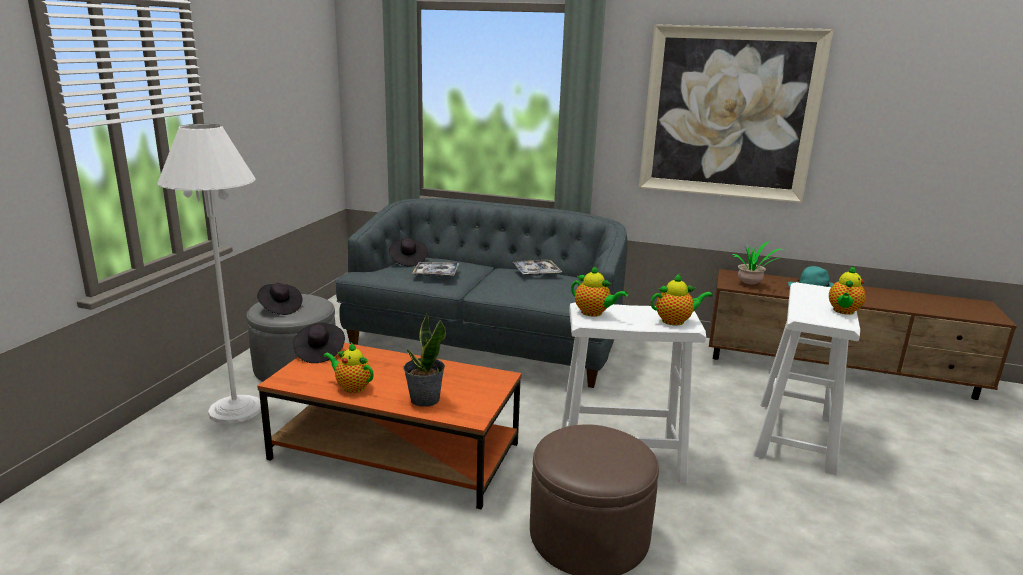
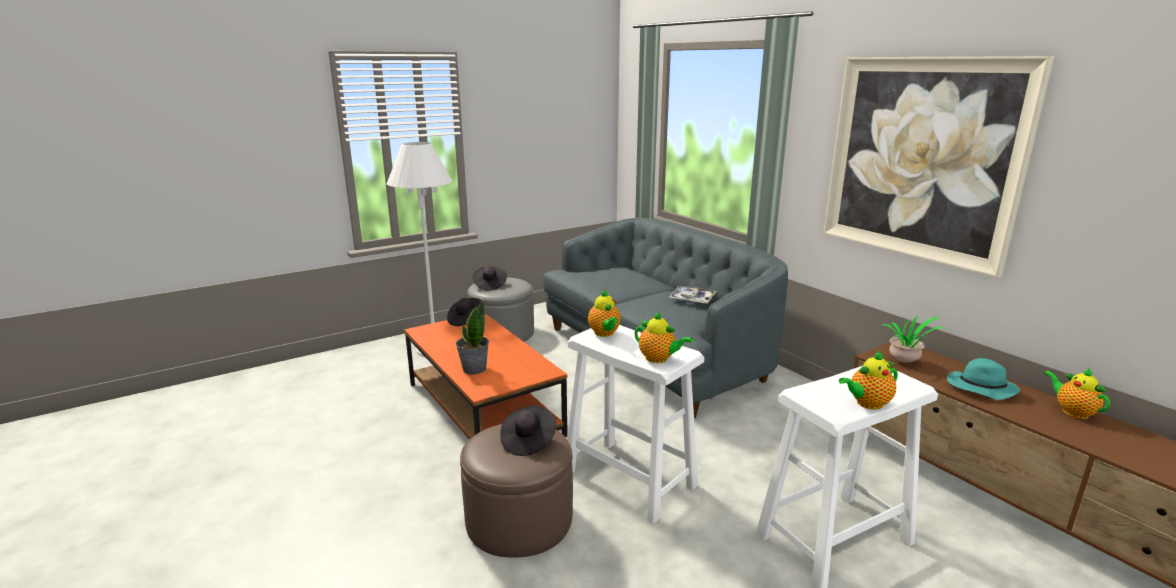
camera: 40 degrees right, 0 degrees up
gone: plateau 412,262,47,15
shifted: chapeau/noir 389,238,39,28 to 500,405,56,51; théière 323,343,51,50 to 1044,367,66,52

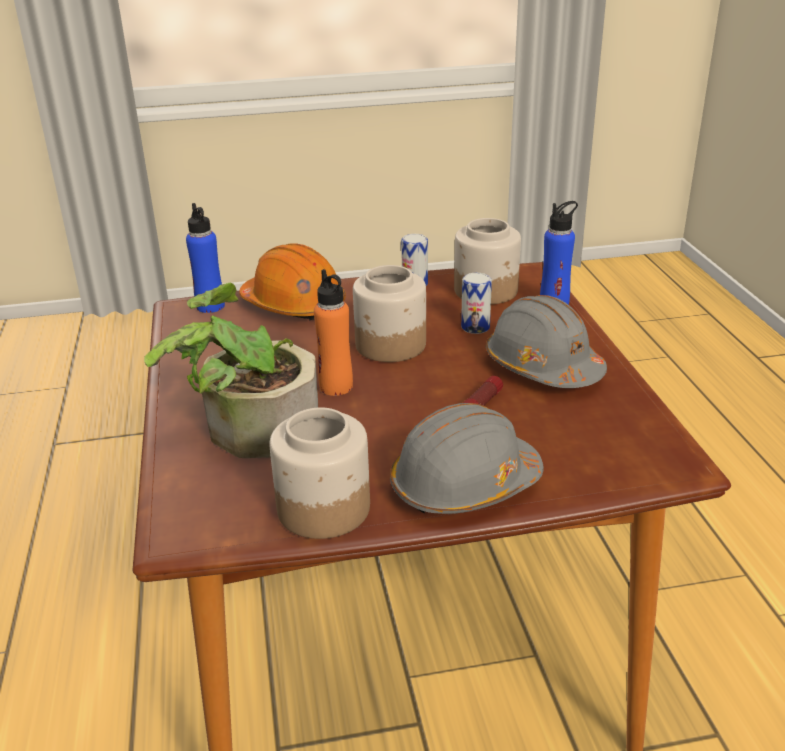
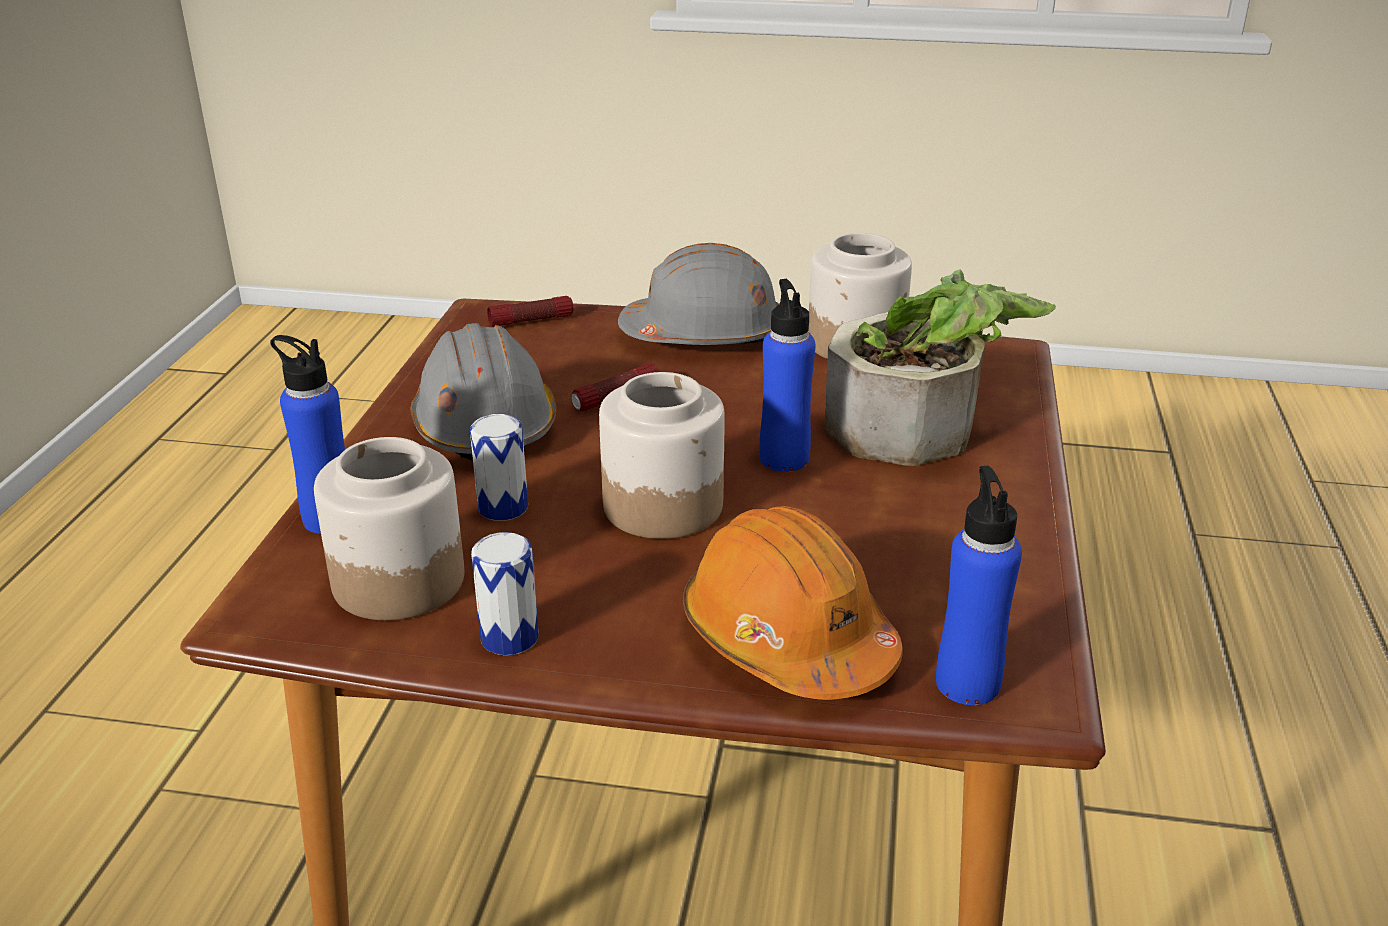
camera: 160 degrees left, 0 degrees up
new: lampe de poche 487,296,87,31
repainted: bouteille/orange 314,269,39,127 to bouteille/bleu 759,279,56,193

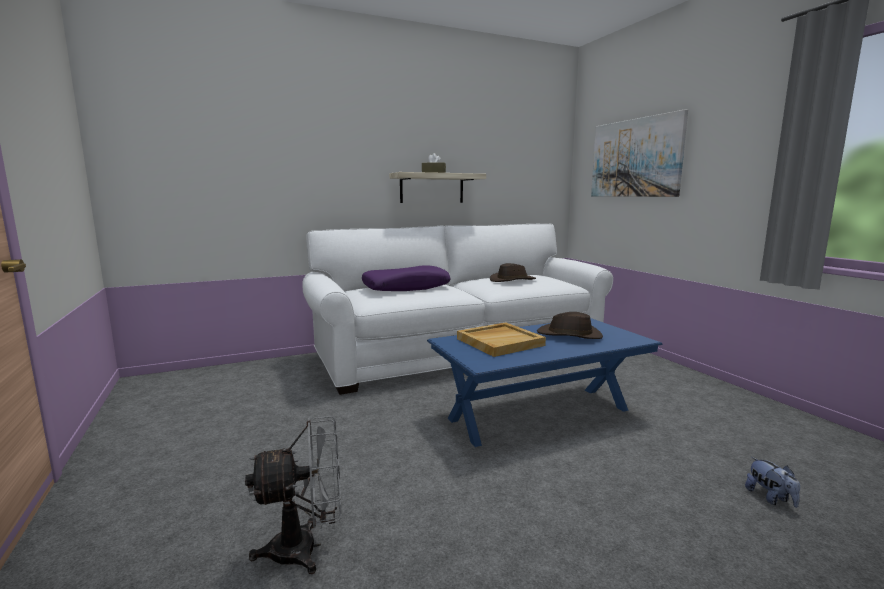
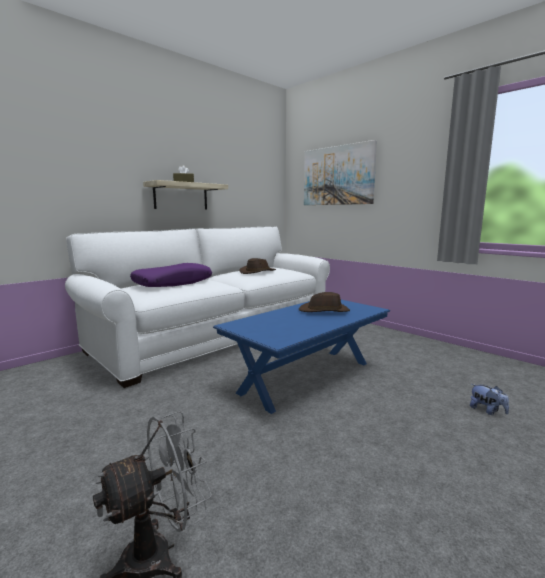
camera: 20 degrees left, 0 degrees up
gone: plateau/beige 457,322,89,35

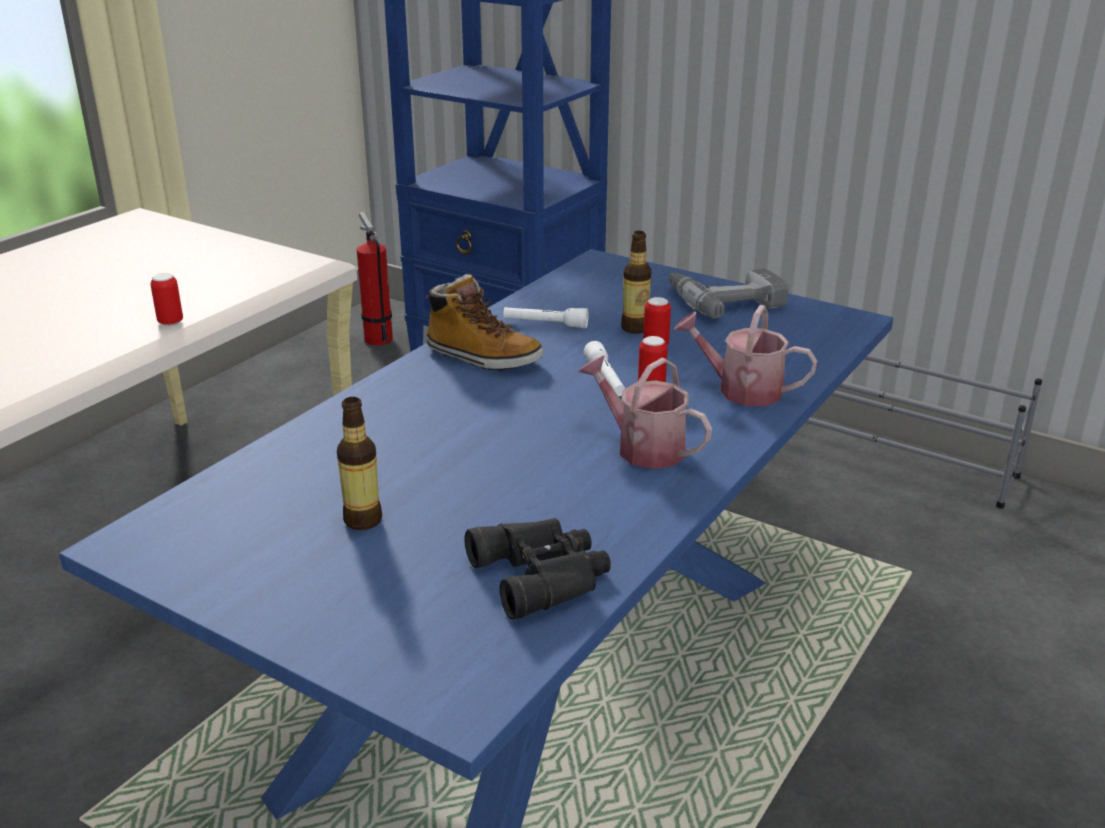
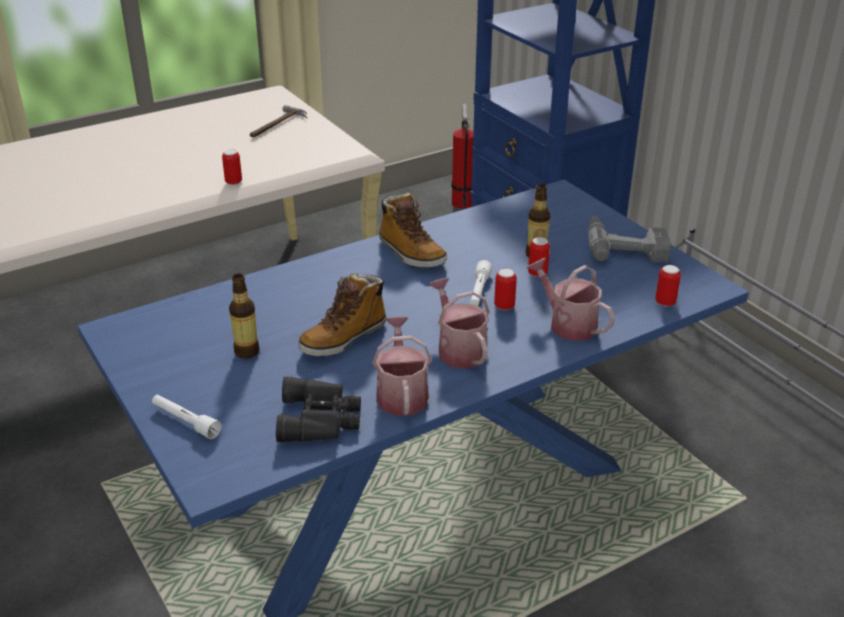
camera: 25 degrees right, 5 degrees up
new: marteau 250,105,57,32; boîte métallique 655,265,26,41; botte 298,272,89,84; arrosoir 372,316,60,100
shifted: lampe de poche/blanc 503,307,86,21 to 152,395,69,44

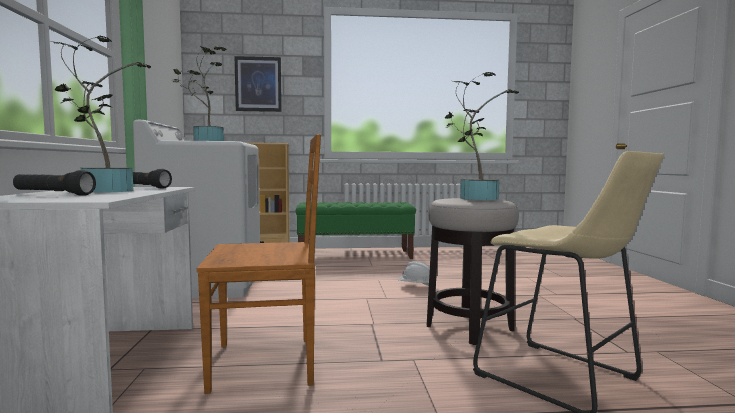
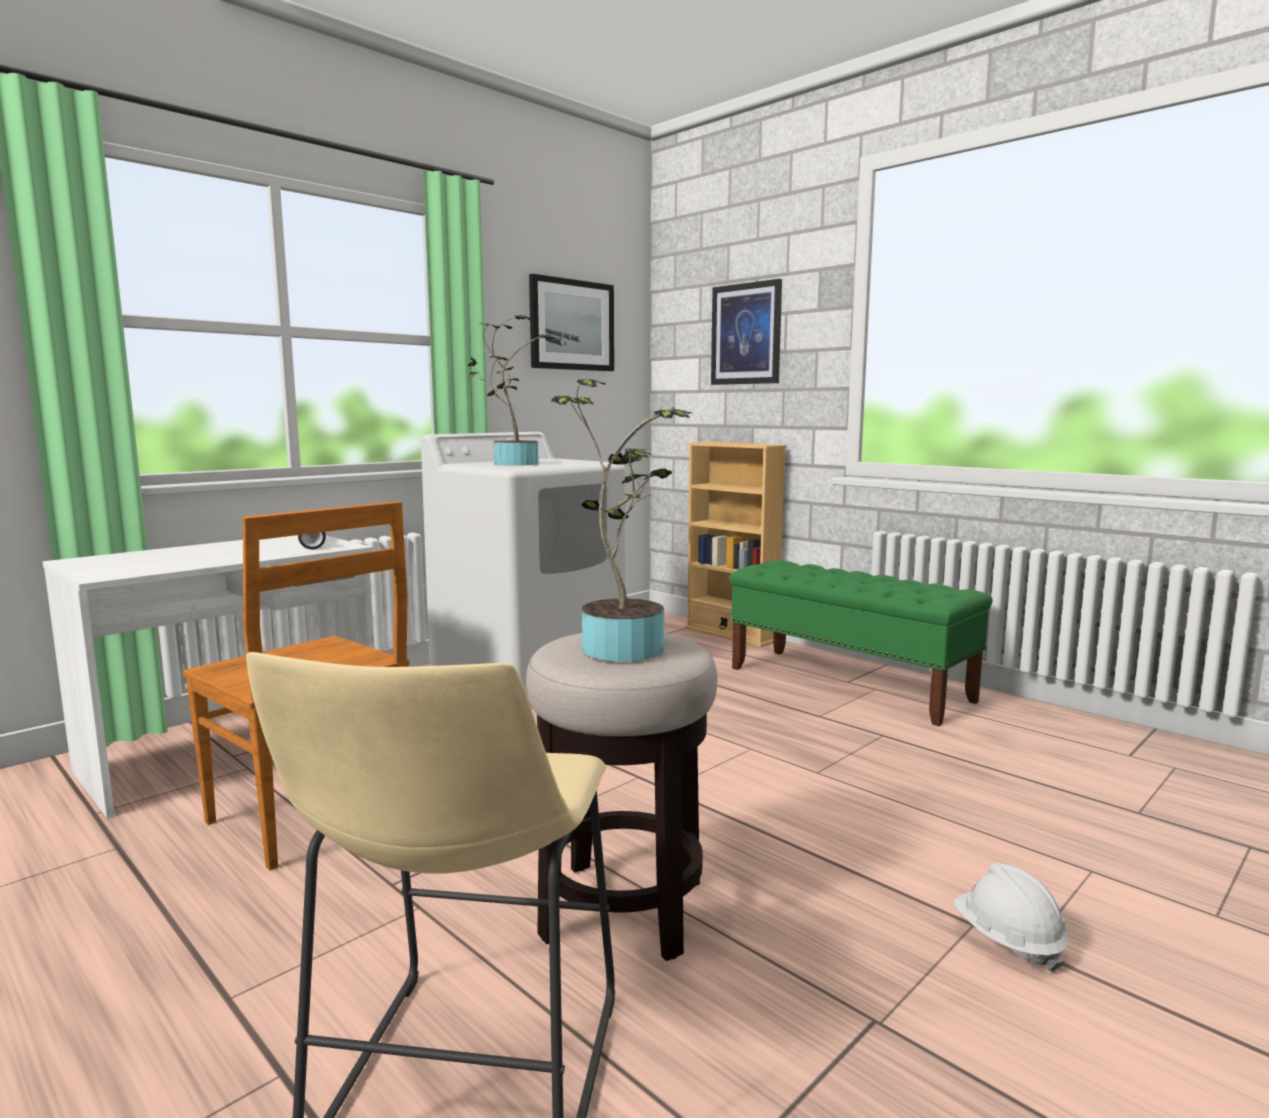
camera: 50 degrees right, 5 degrees up
gone: plante en pot 50,36,101,157; lampe de poche/noir 13,170,83,26
new: tableau 529,274,85,97
shifted: casque de chantier/blanc 398,261,32,25 to 954,863,115,109

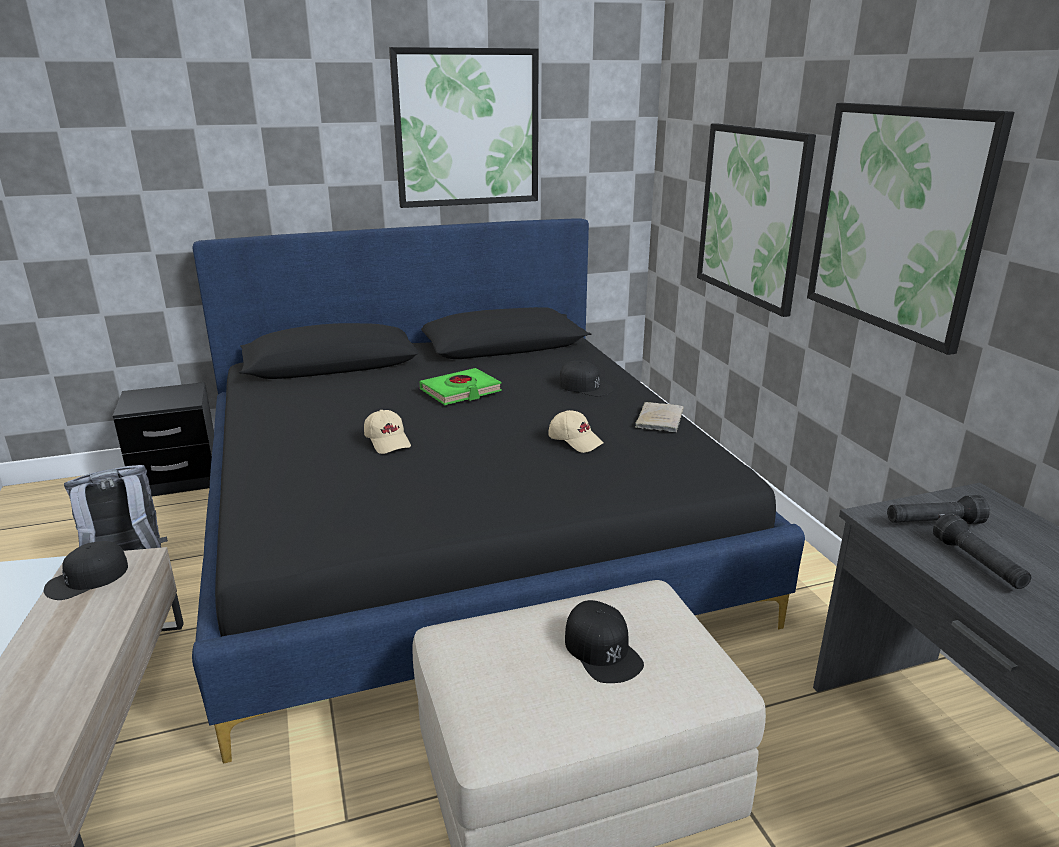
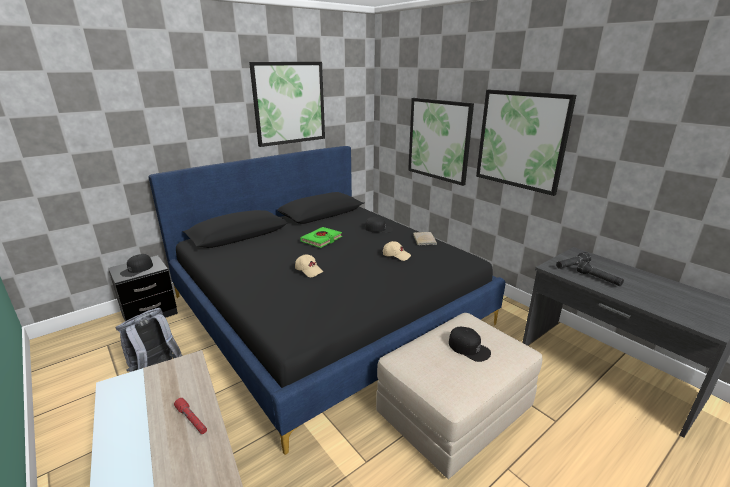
camera: 20 degrees left, 0 degrees up
new: lampe de poche/rouge 174,398,33,36
shifted: casquette/noir 44,541,84,59 to 120,254,33,23

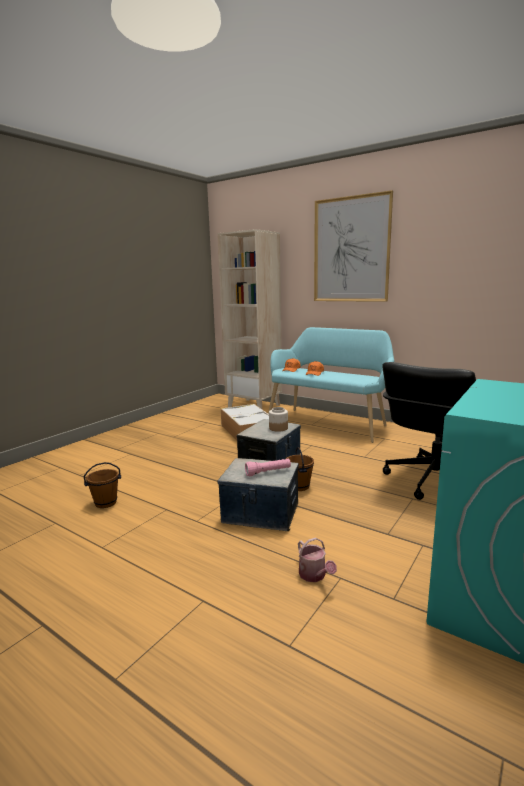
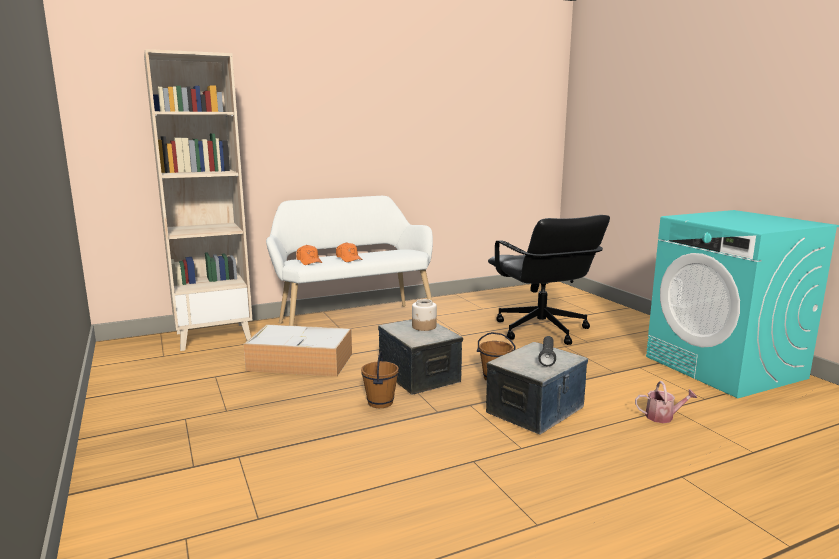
camera: 60 degrees left, 0 degrees up
gone: tableau 314,190,79,112
shifted: seau/marron 83,462,38,46 to 361,351,38,57
repainted: banc/turquoise 268,327,126,116 to banc/blanc 266,196,167,130; lampe de poche/rose 245,459,46,17 to lampe de poche/noir 538,336,18,30

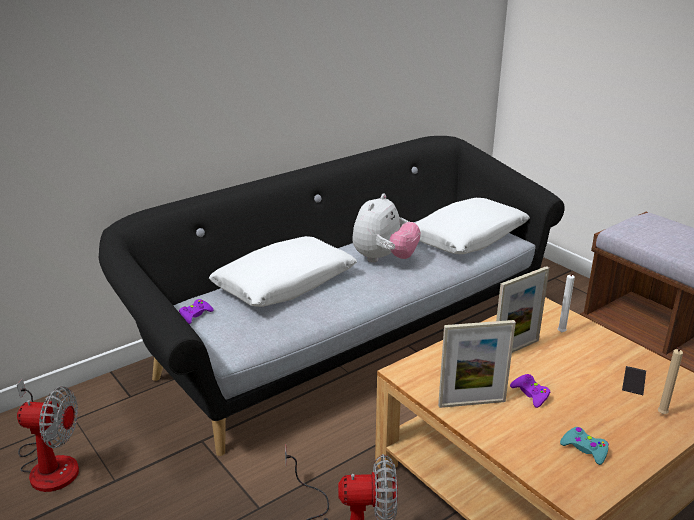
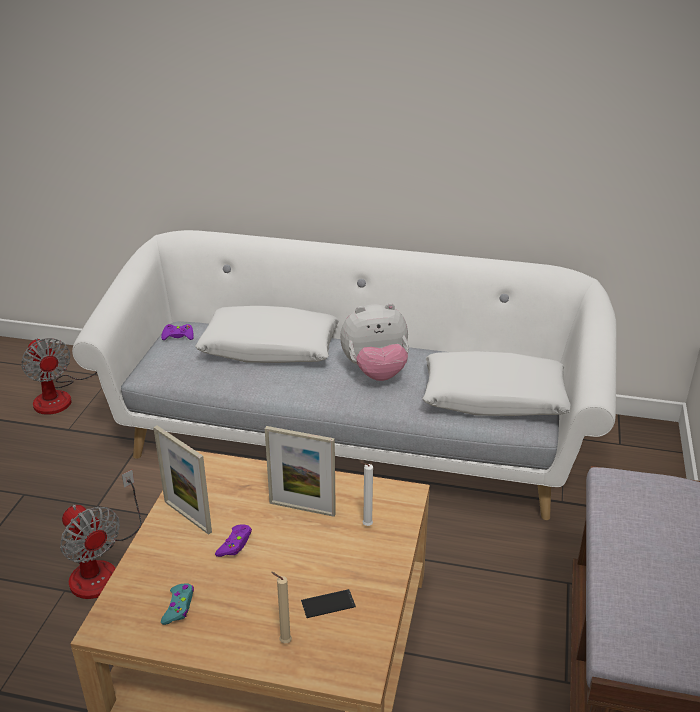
camera: 50 degrees right, 5 degrees up
repainted: canapé/noir 99,136,466,320 to canapé/blanc 72,230,545,290

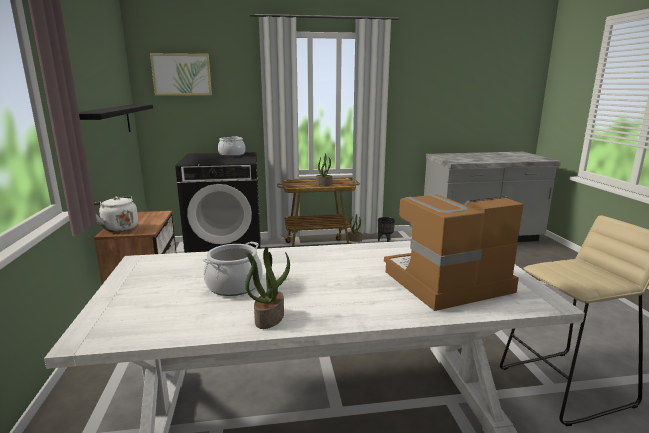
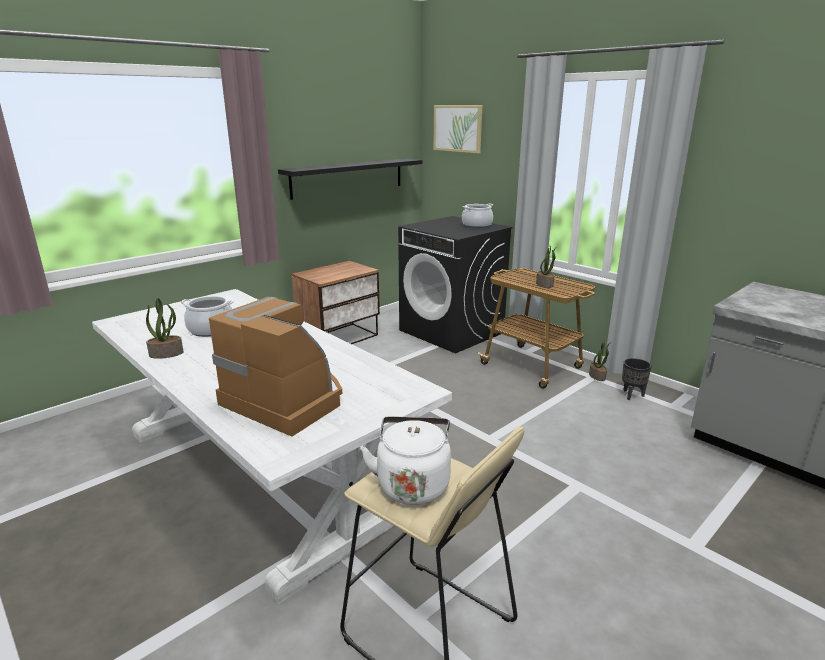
camera: 55 degrees right, 5 degrees up
shifted: bouilloire/blanc 94,196,44,36 to 360,416,91,89

